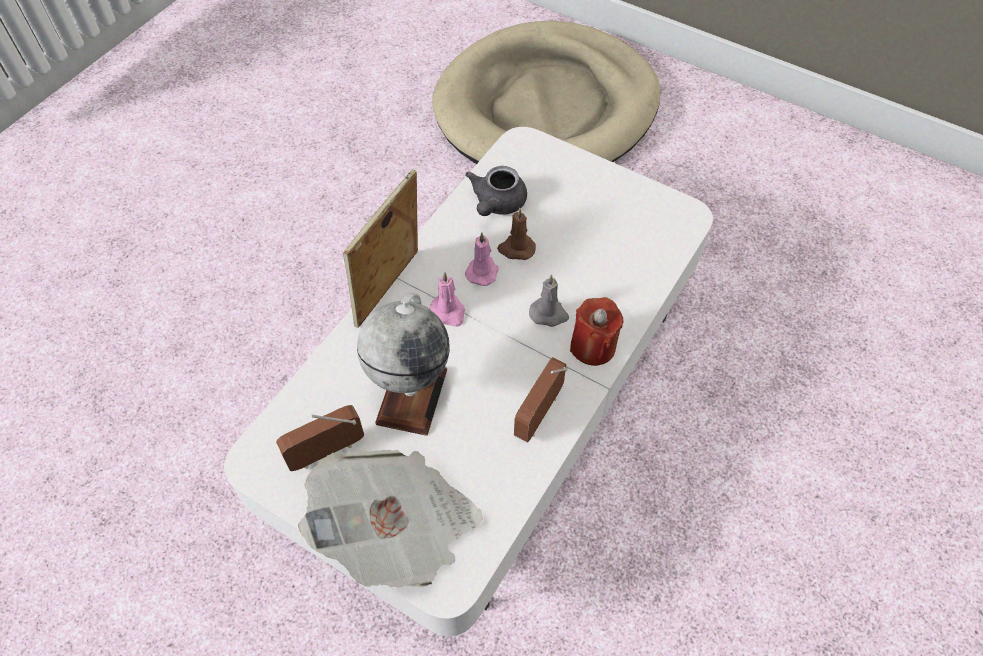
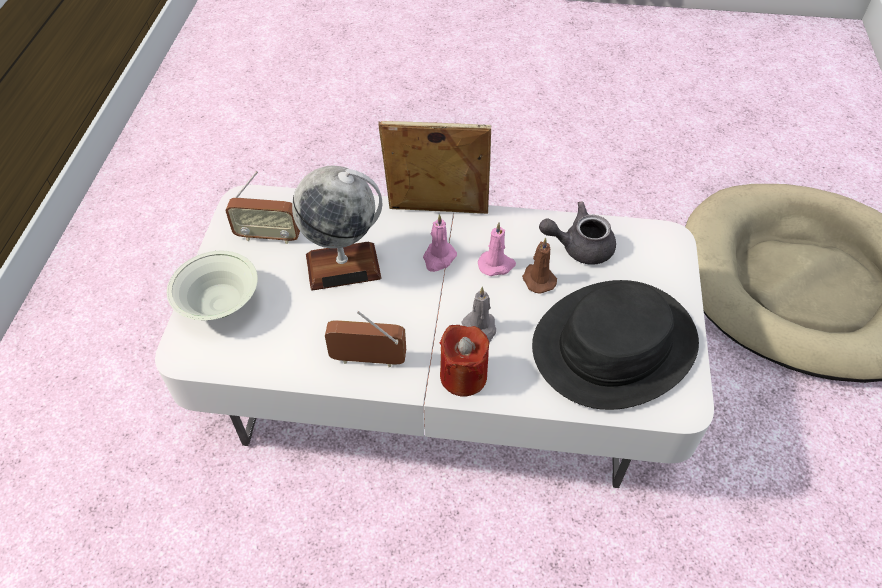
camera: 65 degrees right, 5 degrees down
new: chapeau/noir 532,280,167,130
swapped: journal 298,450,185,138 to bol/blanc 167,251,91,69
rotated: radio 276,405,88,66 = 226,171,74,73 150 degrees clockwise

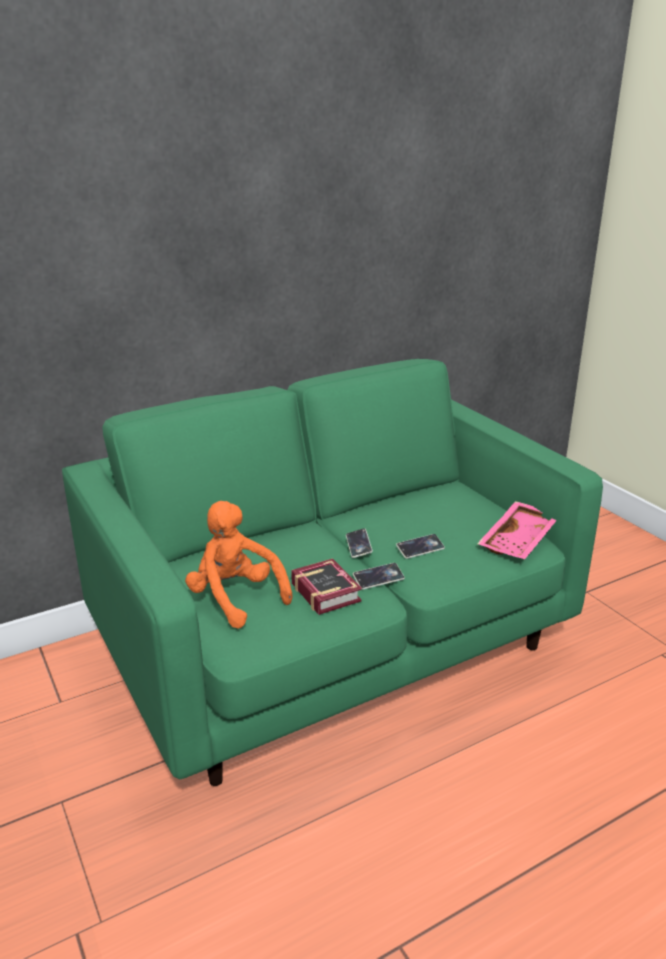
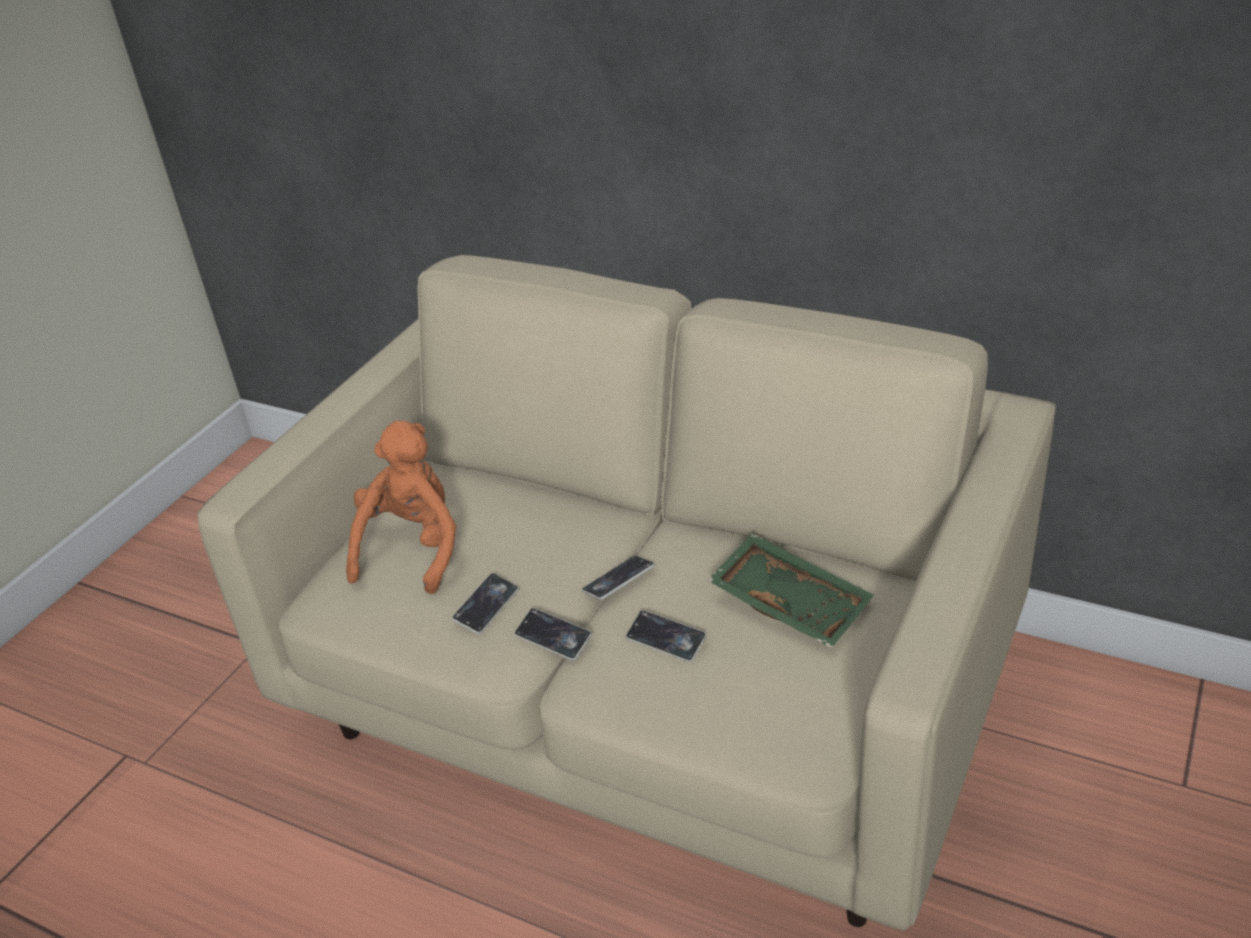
camera: 60 degrees right, 10 degrees up
gone: plateau/rose 477,501,80,58
new: plateau/vert 707,533,167,115
swapped: livre 291,558,71,57 to téléphone 452,573,66,61
repainted: canapé/vert 62,359,541,427 to canapé/beige 197,255,859,676

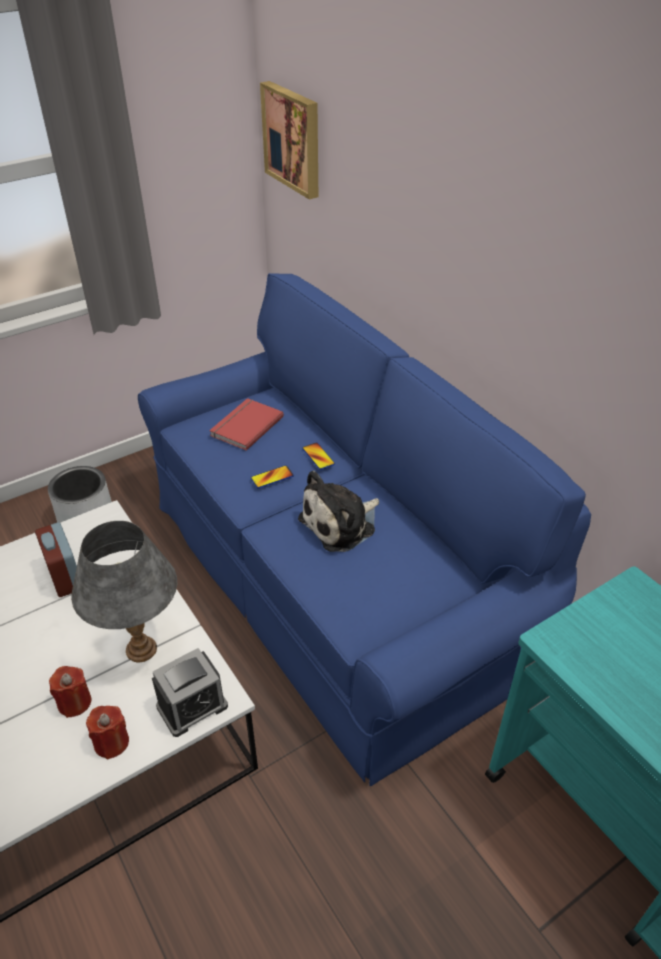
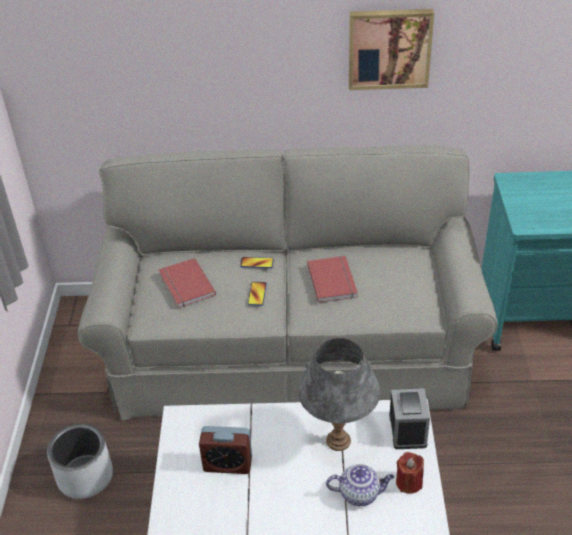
camera: 55 degrees left, 0 degrees up
shifted: tableau 260,81,58,118 to 349,9,85,81
swapped: peluche 298,471,81,81 to livre/rouge 307,256,51,47; bougie/rouge 49,666,42,52 to théière 326,464,68,42
repainted: canapé/bleu 138,273,453,513 to canapé/gris 78,145,420,276

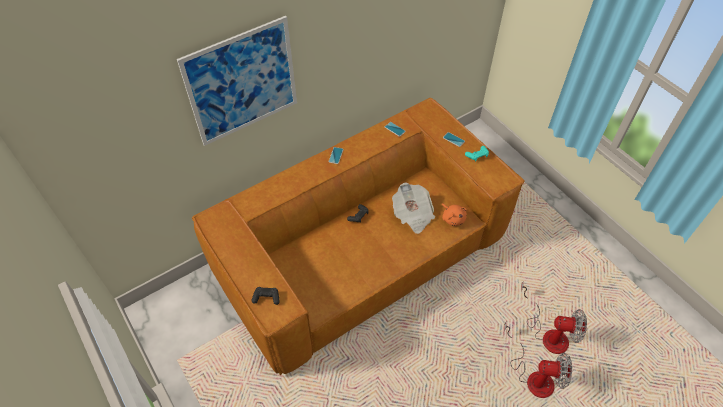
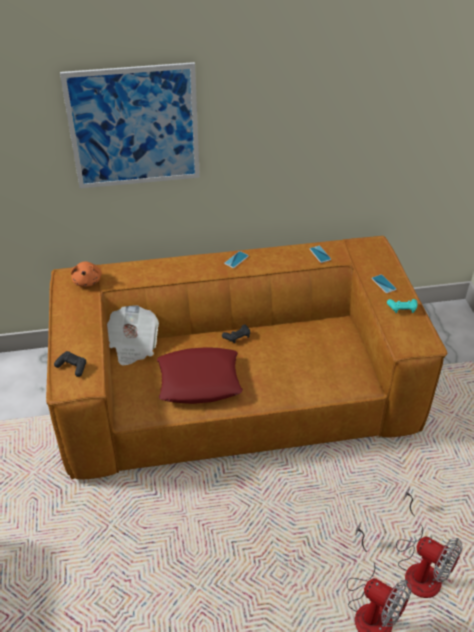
camera: 25 degrees right, 10 degrees down
new: coussin/rouge 157,347,86,57
shifted: journal 392,183,43,51 to 107,306,52,60; peluche/orange 441,203,26,23 to 71,261,31,26

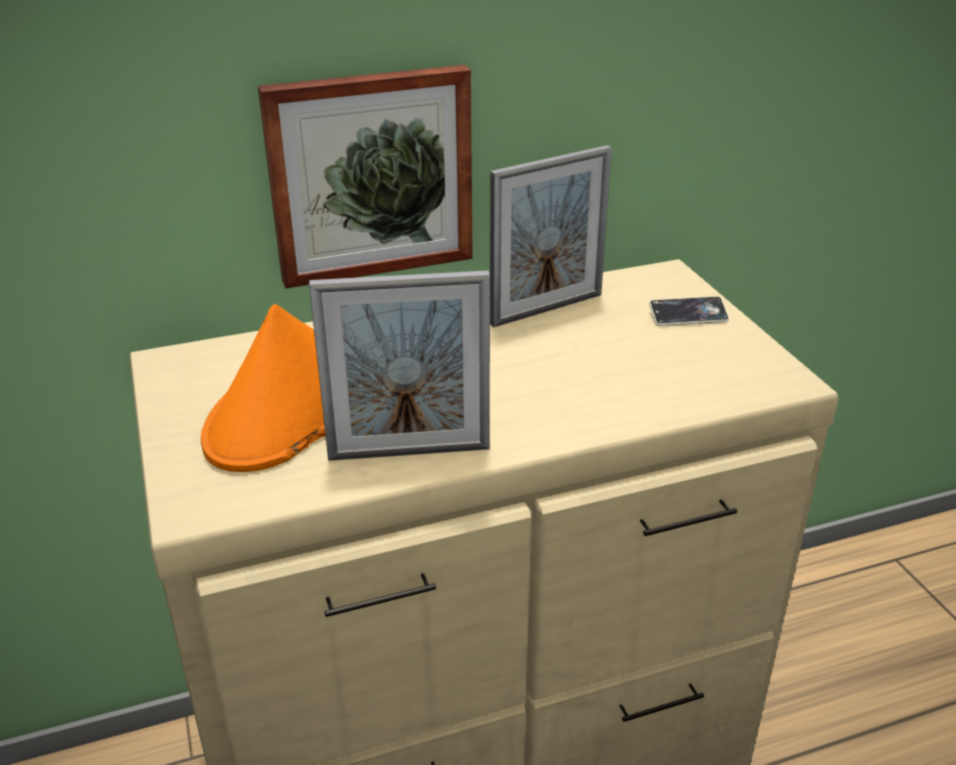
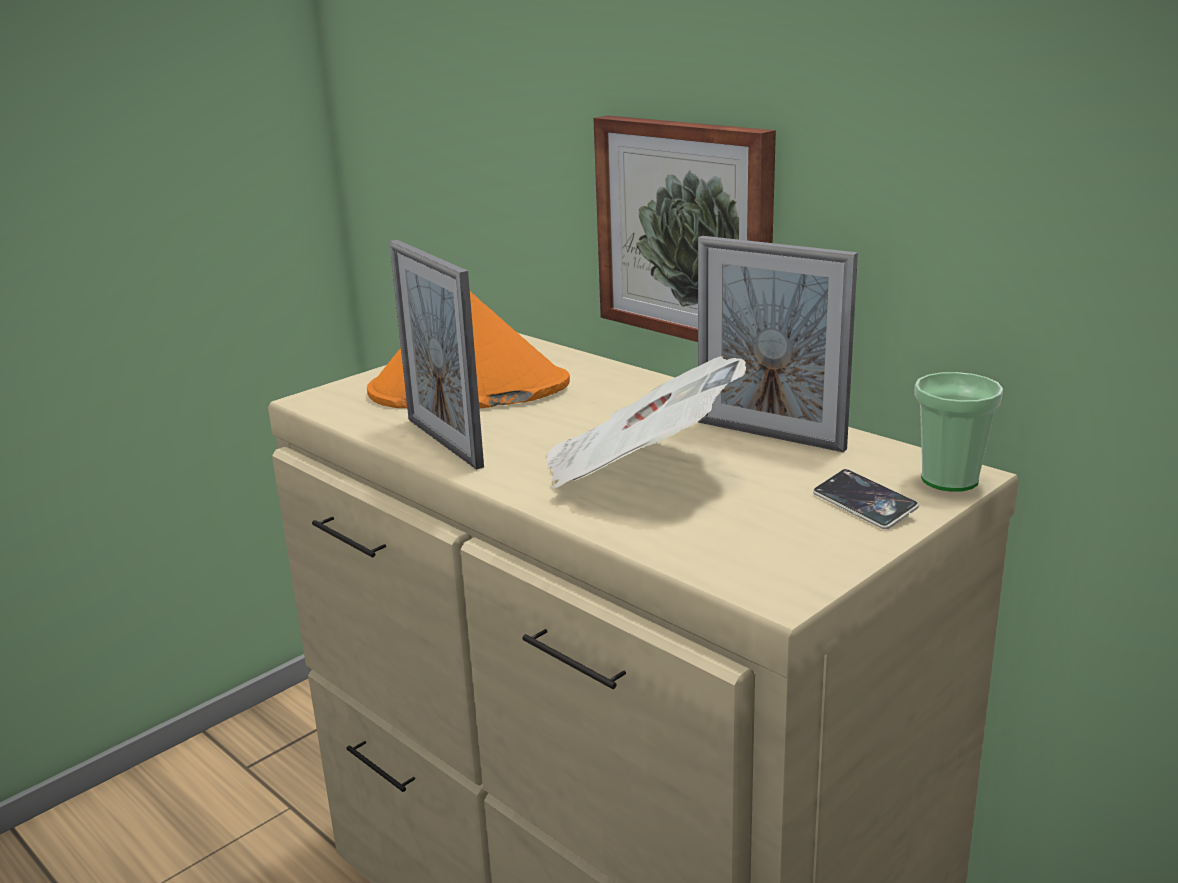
camera: 65 degrees right, 10 degrees down
new: journal 546,356,200,133; tasse 914,372,89,120

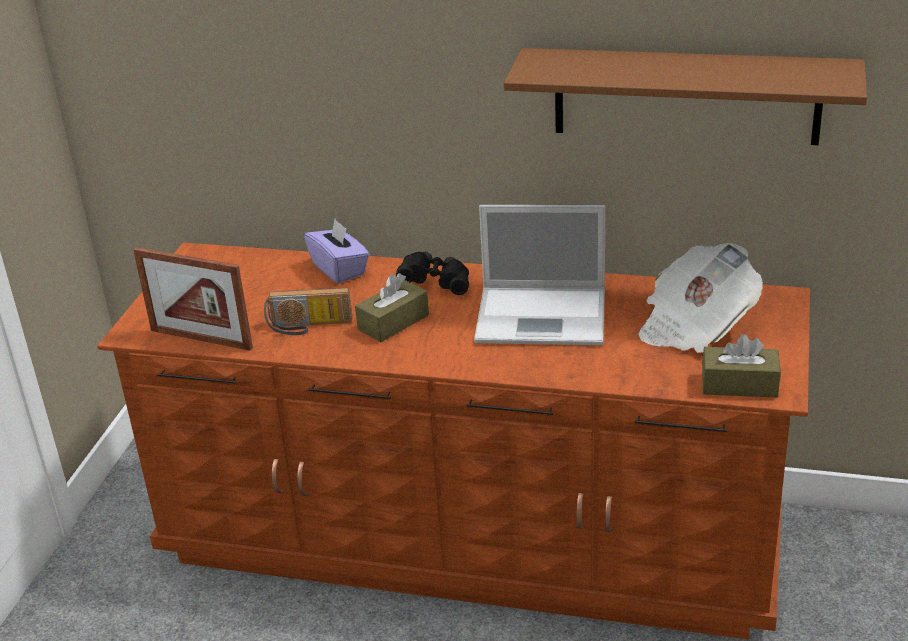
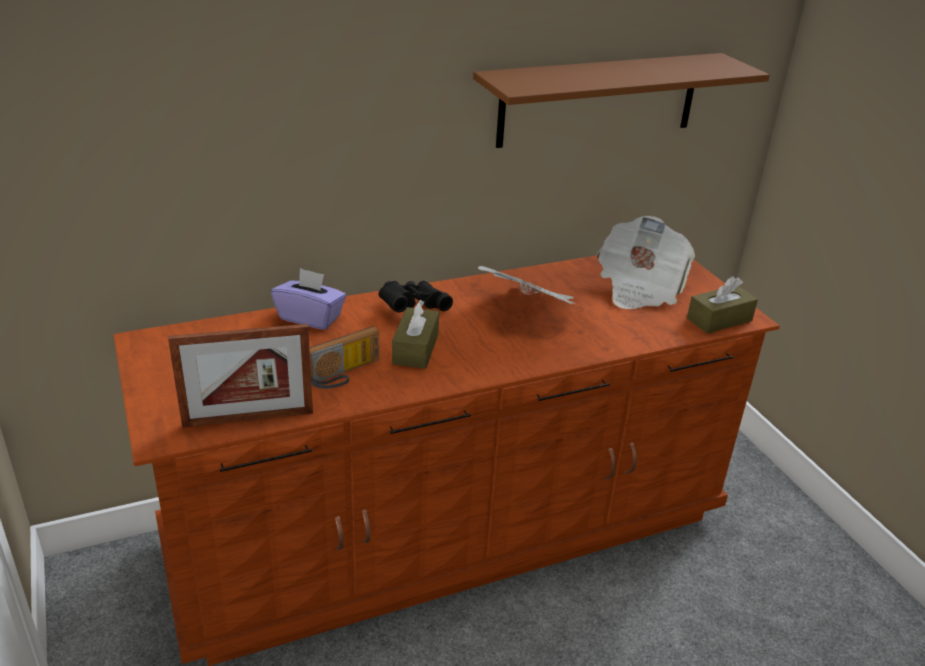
camera: 40 degrees left, 0 degrees up
swapped: ordinateur portable 474,205,131,140 to journal 478,266,97,38

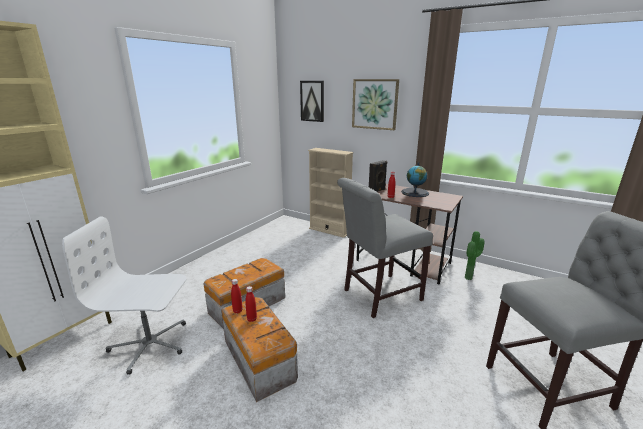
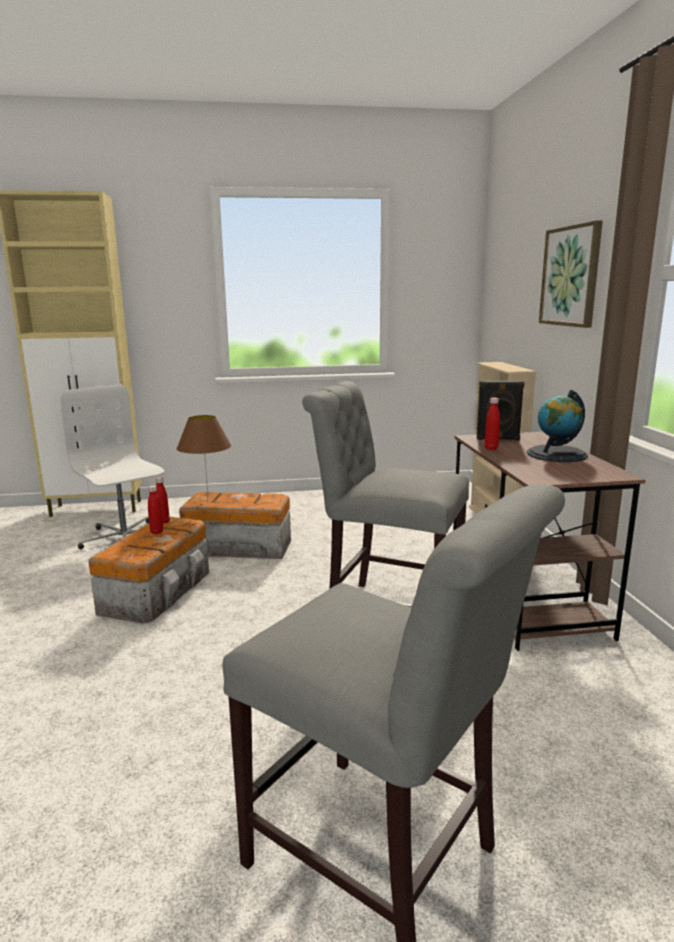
camera: 50 degrees right, 5 degrees down
gone: tableau 300,81,24,41; plante en pot 465,231,20,49
new: lampe de table/marron 177,415,54,81

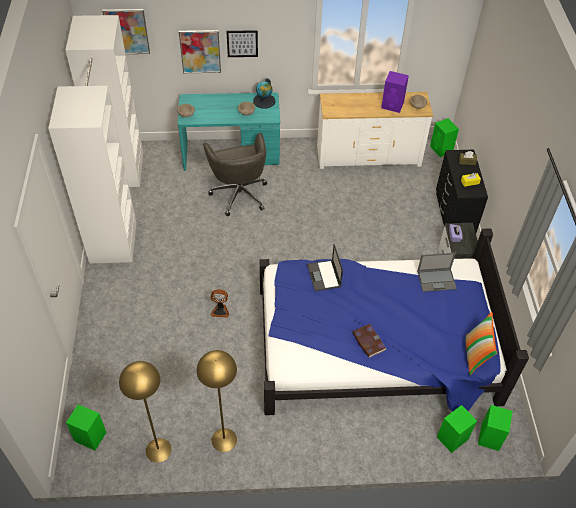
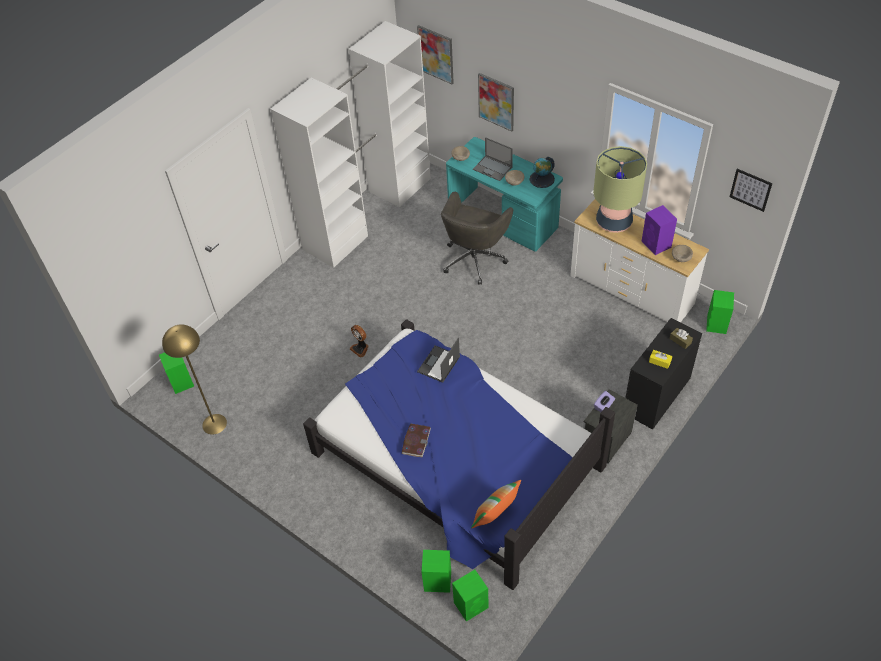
camera: 45 degrees right, 0 degrees up
gone: lampadaire/jaune 197,350,40,102
new: lampe de table 593,146,54,87
shifted: tableau 226,30,32,27 to 730,169,42,43; ordinateur portable 417,253,40,39 to 473,137,40,44

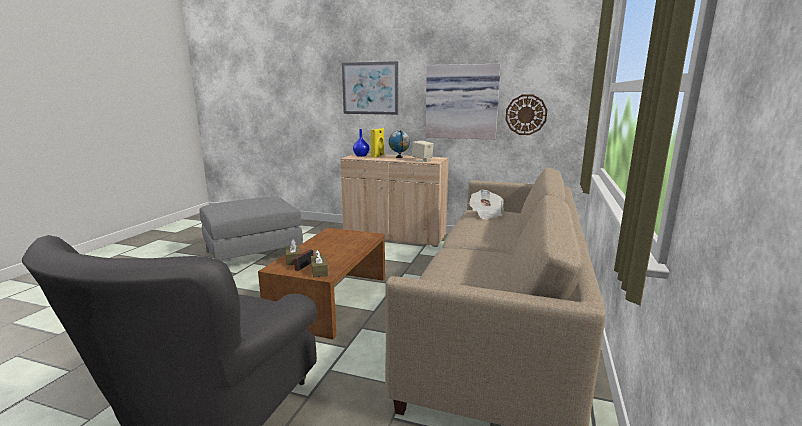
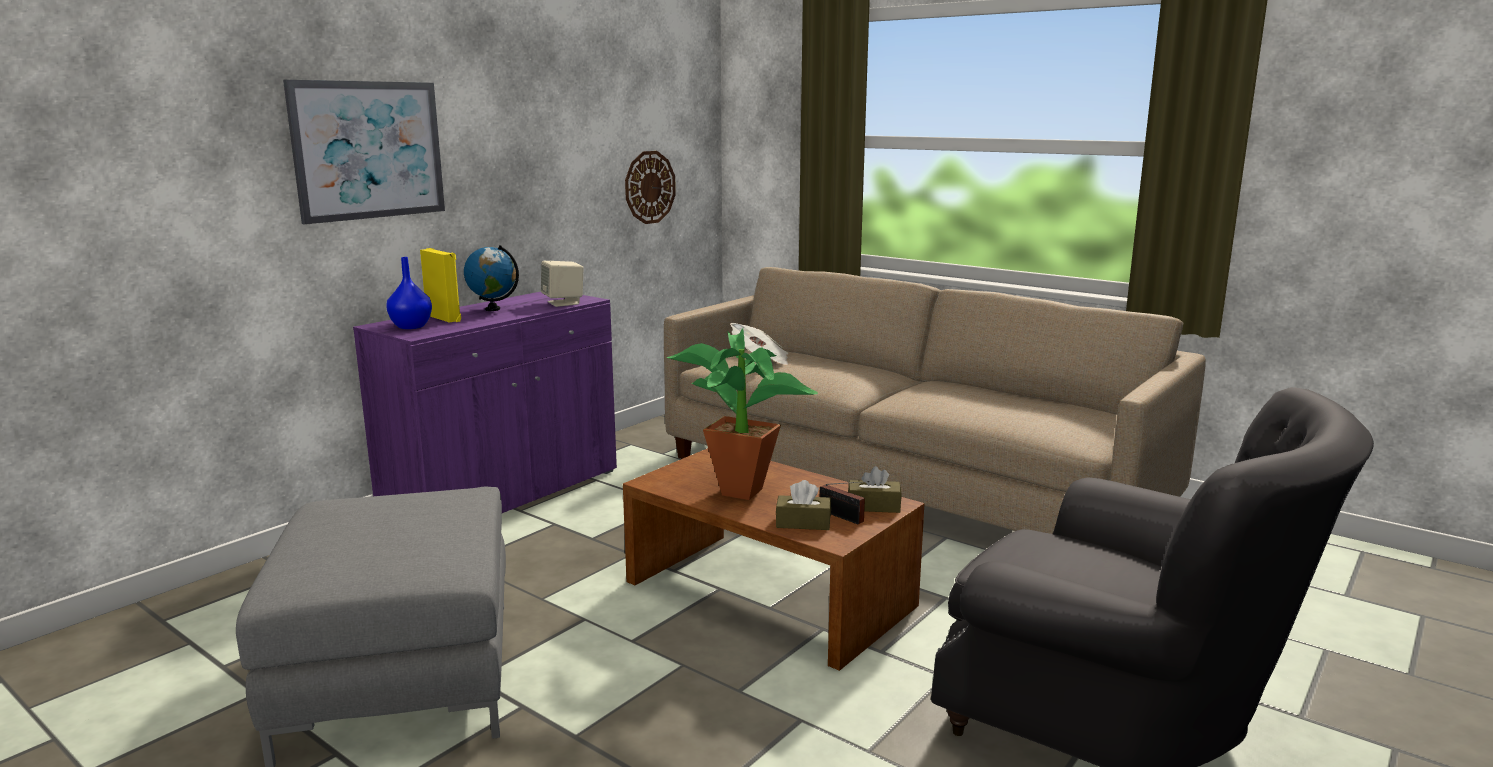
camera: 70 degrees left, 0 degrees up
gone: tableau 426,64,75,76
new: plante en pot 667,328,151,172
repainted: meuble de rangement/beige 340,154,109,93 to meuble de rangement/violet 353,292,264,221

